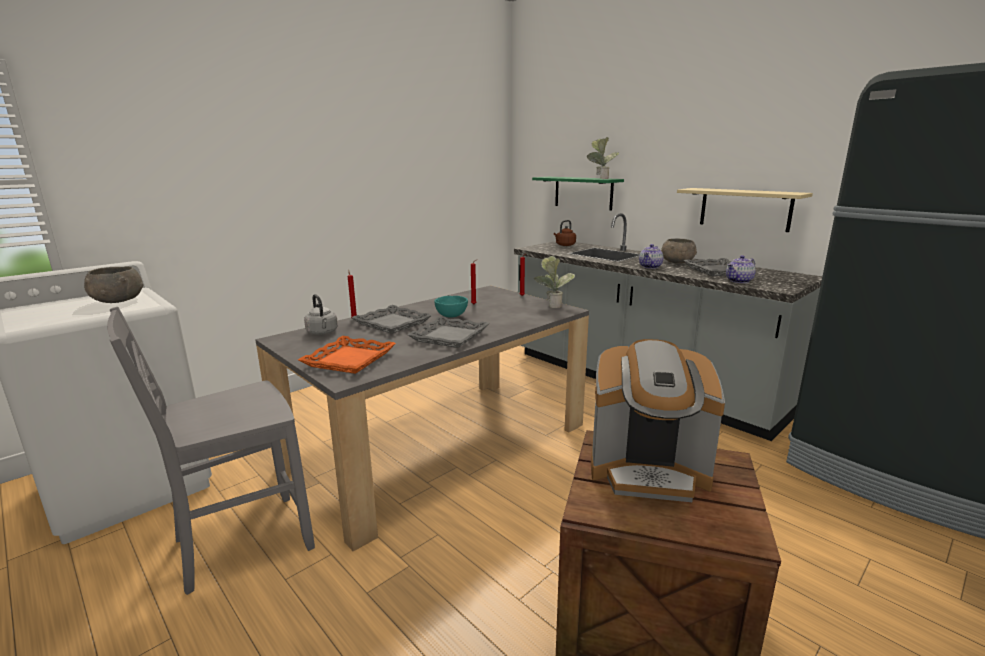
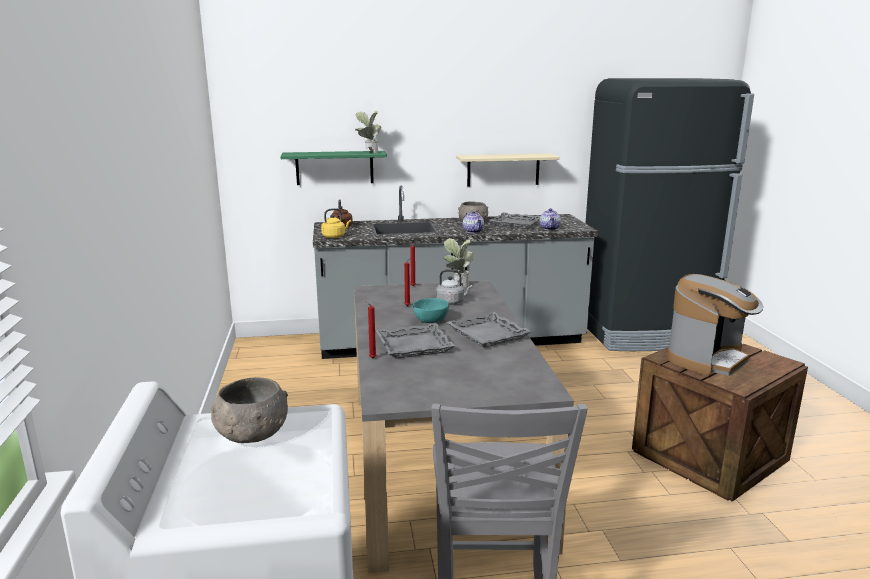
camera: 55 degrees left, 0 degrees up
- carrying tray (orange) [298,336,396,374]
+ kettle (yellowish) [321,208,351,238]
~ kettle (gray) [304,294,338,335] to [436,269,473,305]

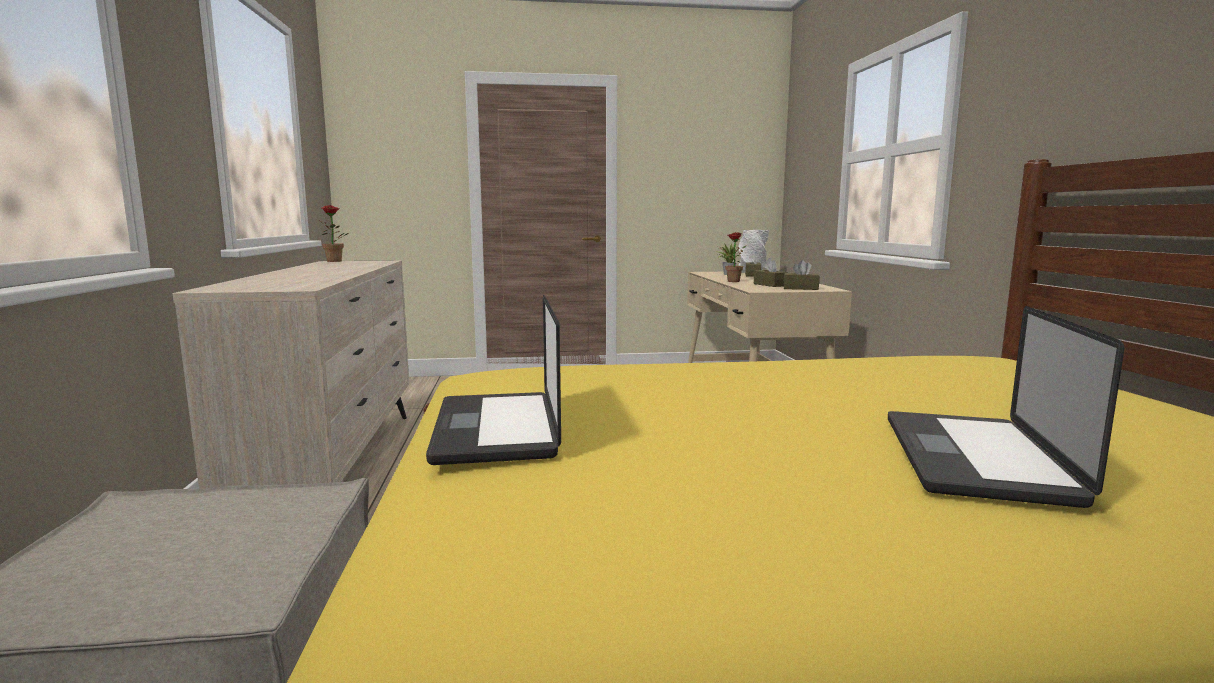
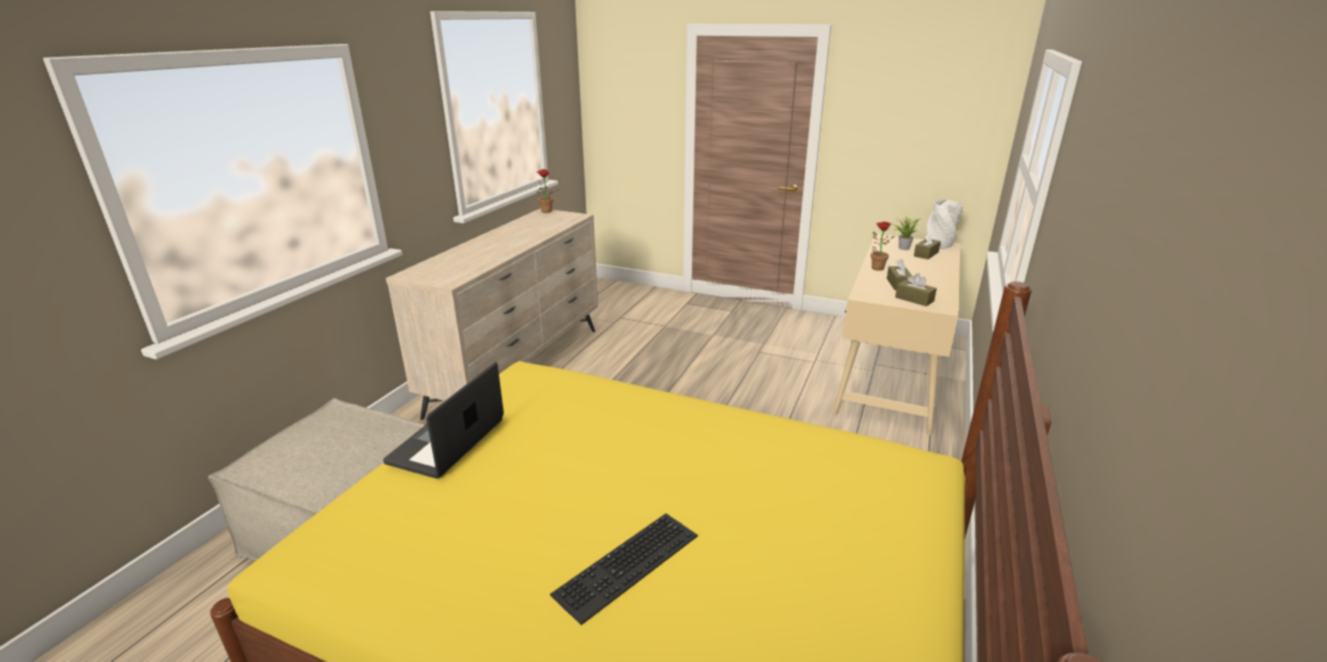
camera: 30 degrees right, 15 degrees up
~ notebook computer [888,306,1124,508] to computer keyboard [550,513,698,625]

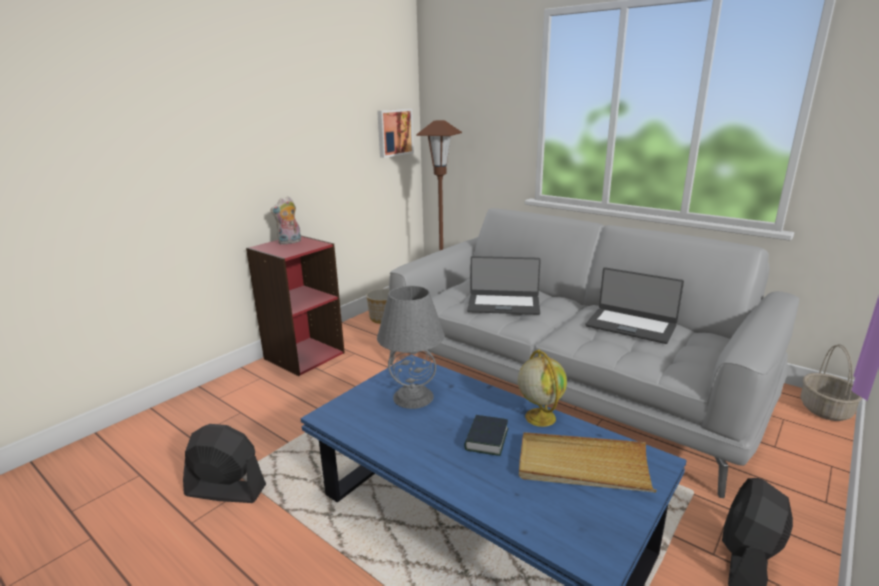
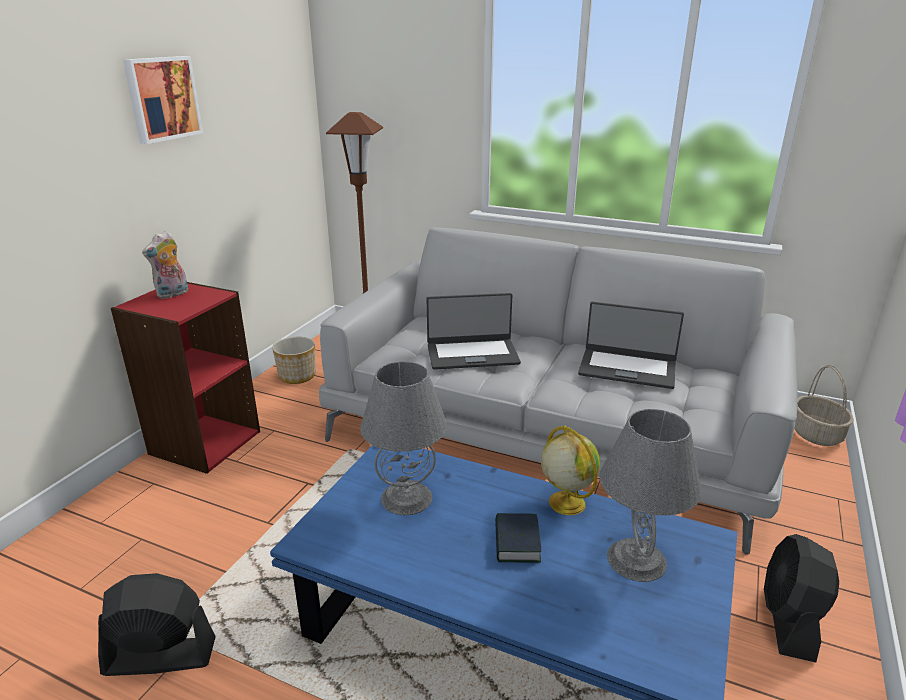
camera: 15 degrees left, 5 degrees up
~ picture [377,109,414,158] to [123,56,203,144]
~ carrying tray (beige-coloured) [519,432,657,492] to tabletop lamp (gray) [599,409,702,582]

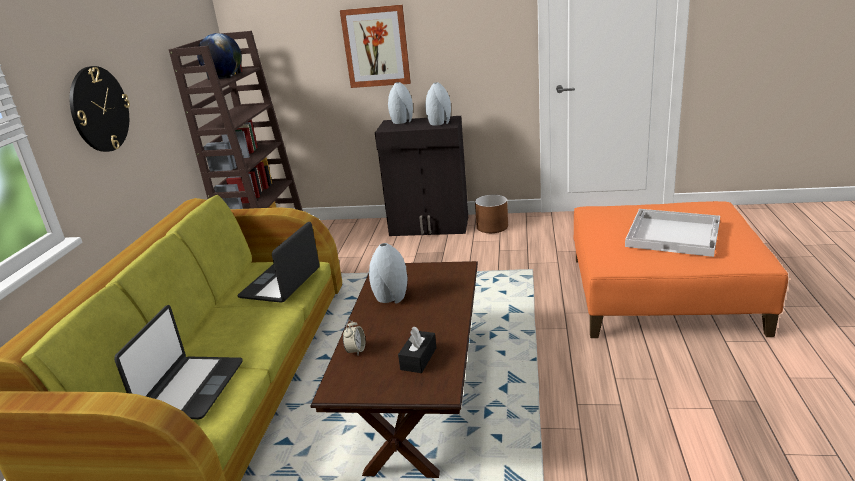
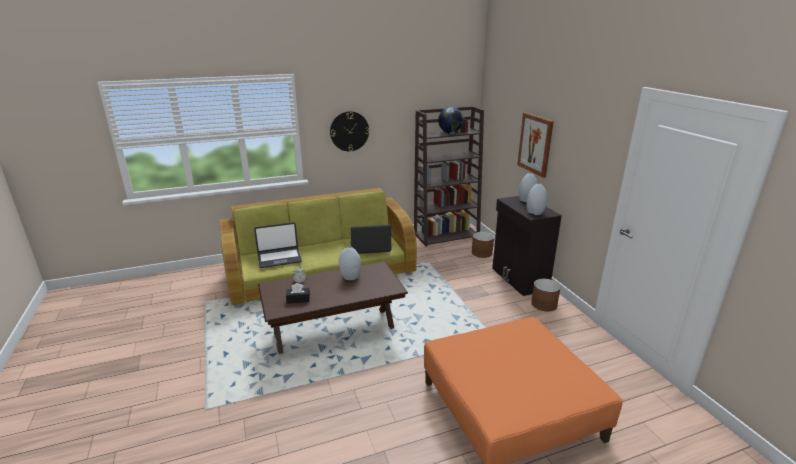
camera: 60 degrees right, 0 degrees up
- carrying tray (white-coloured) [625,209,720,257]
+ plant pot (brownish) [472,232,494,258]

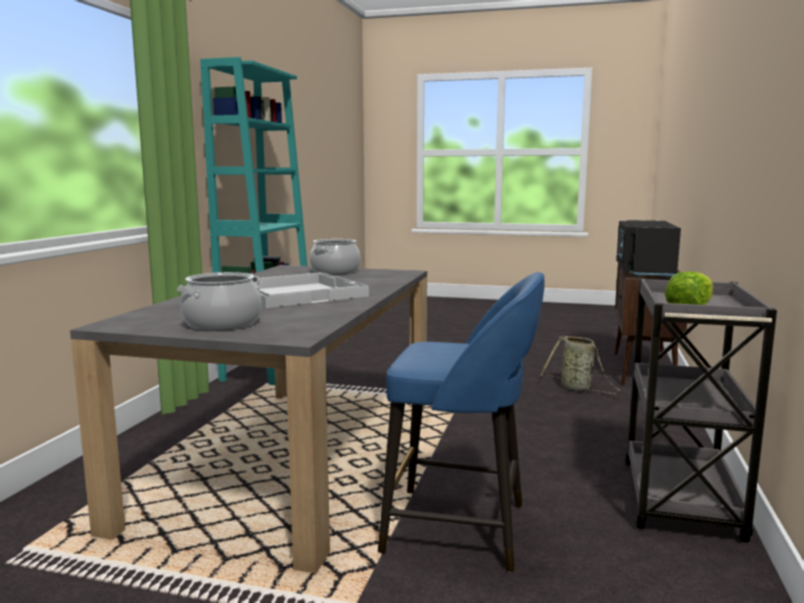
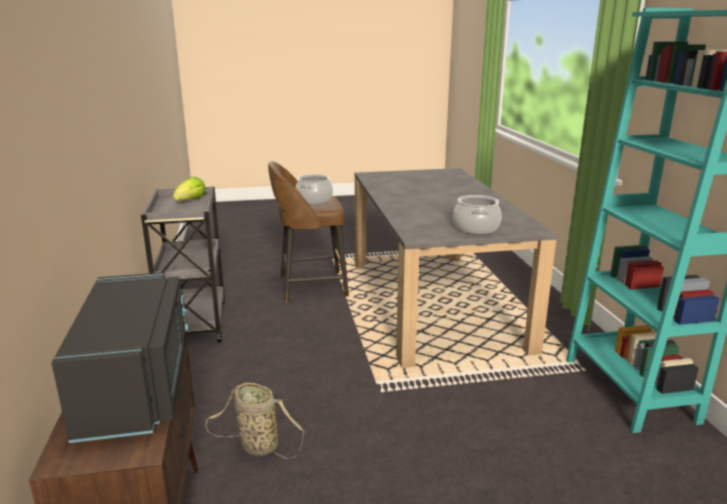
camera: 155 degrees right, 10 degrees up
- carrying tray (white-coloured) [254,272,369,308]
~ stockpot [177,272,261,331] to [295,174,333,204]
~ stool (blue) [378,272,545,573] to stool (brownish) [268,161,349,302]

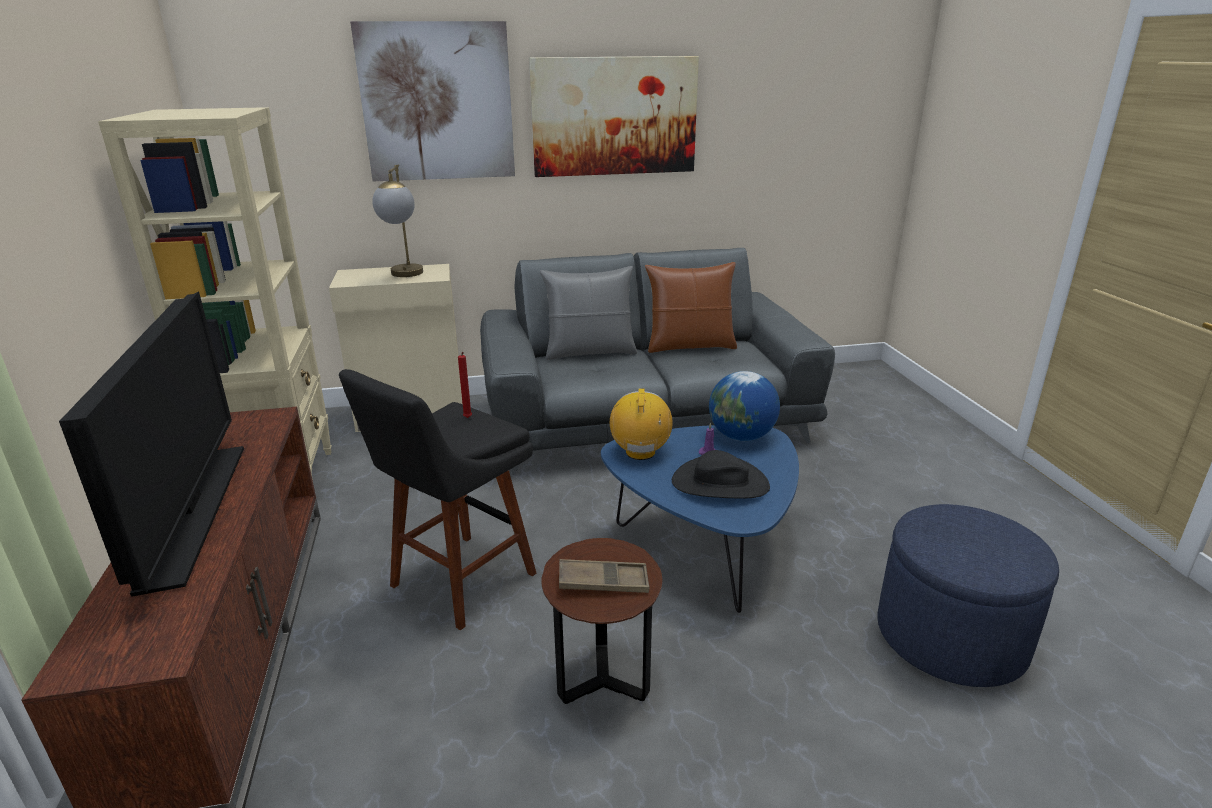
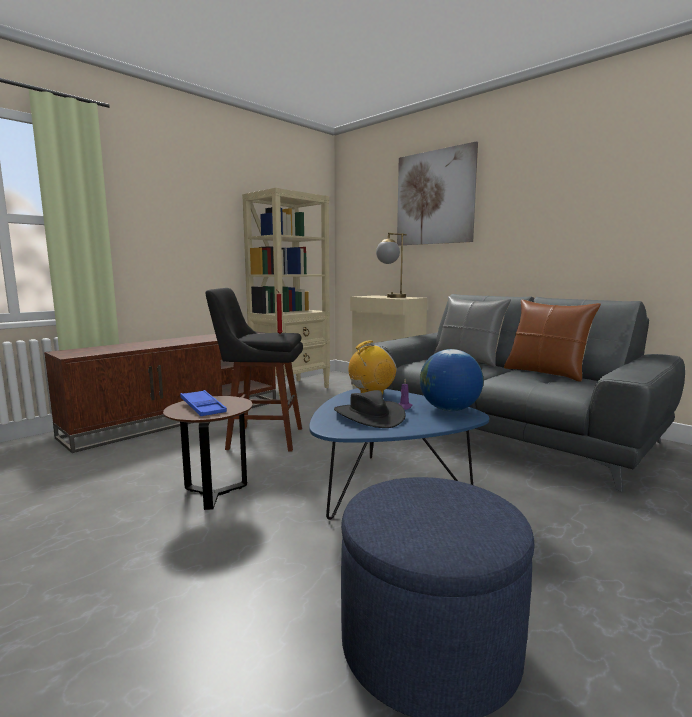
camera: 55 degrees right, 15 degrees down
- television [59,291,244,597]
- picture [529,56,699,177]
~ carrying tray (brownish) [559,559,650,593] to carrying tray (blue) [180,390,227,416]

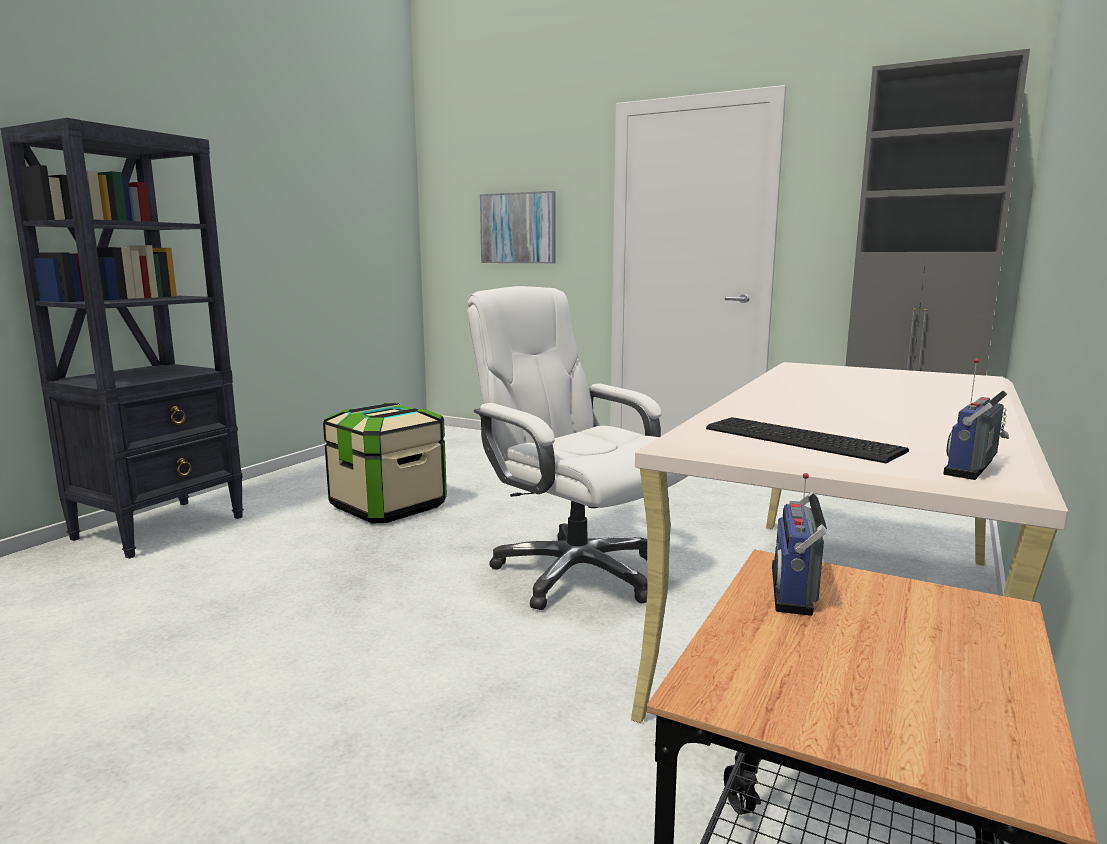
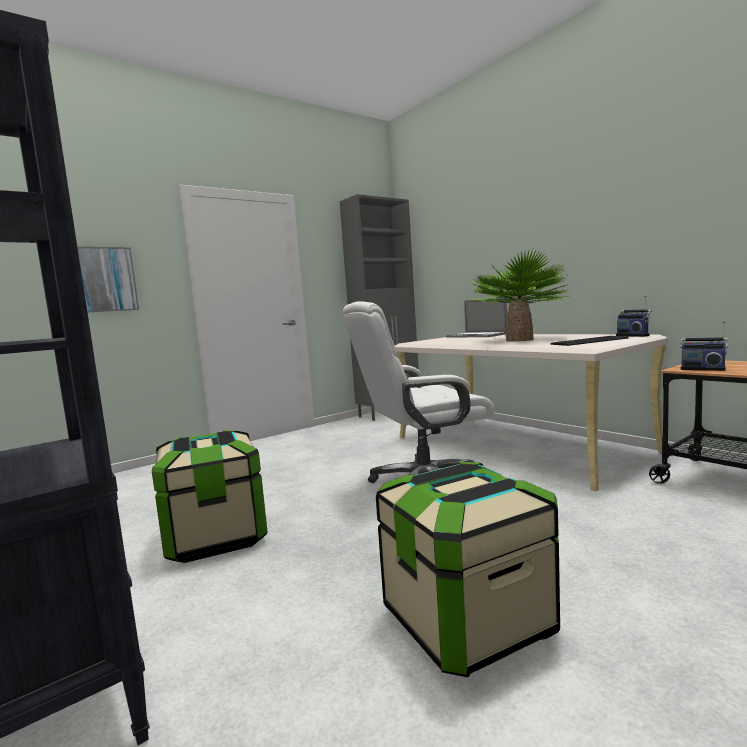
camera: 65 degrees left, 5 degrees down
+ storage container [376,462,560,677]
+ notebook computer [446,298,507,337]
+ potted plant [472,249,569,342]

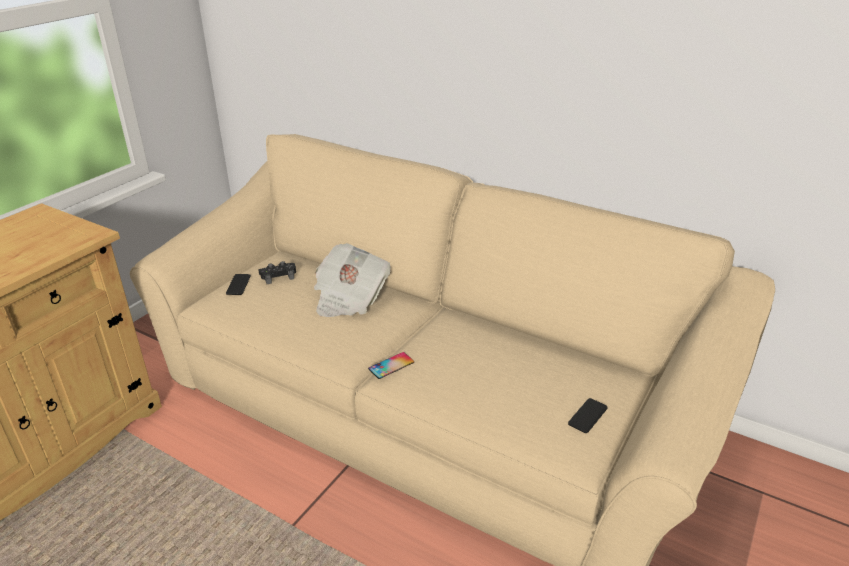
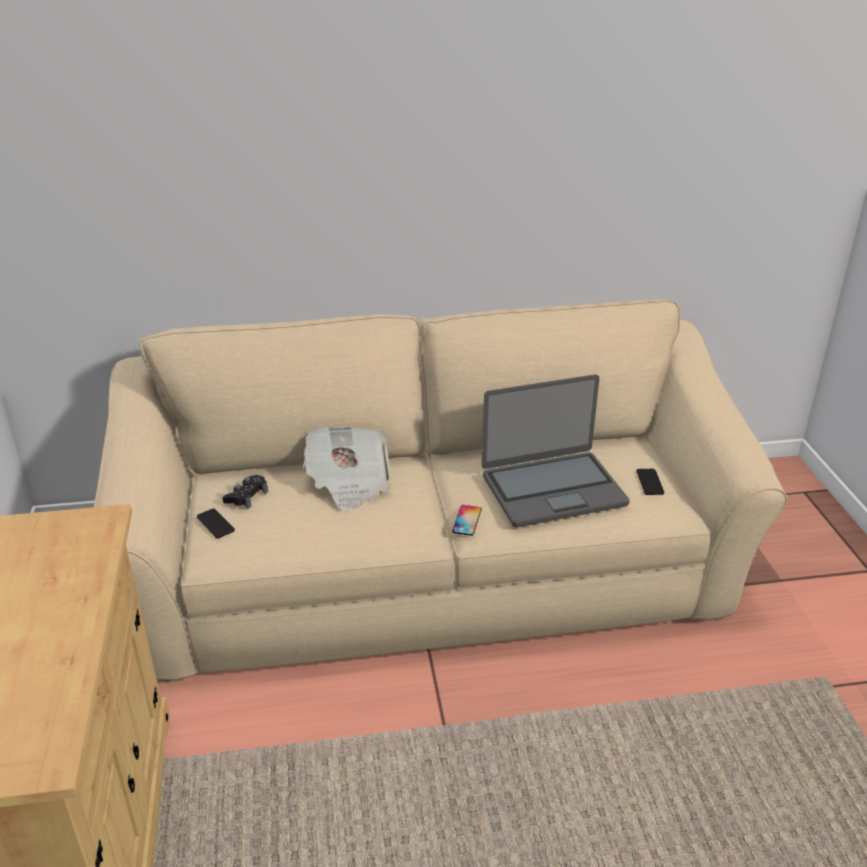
camera: 40 degrees left, 0 degrees up
+ notebook computer [482,374,630,527]

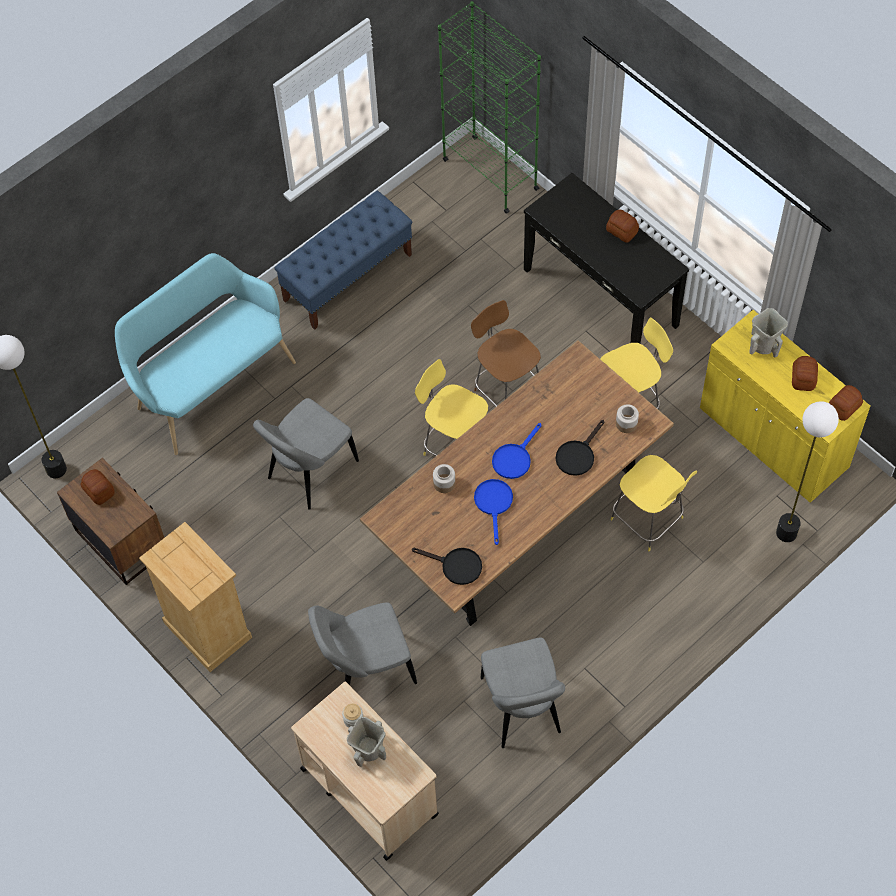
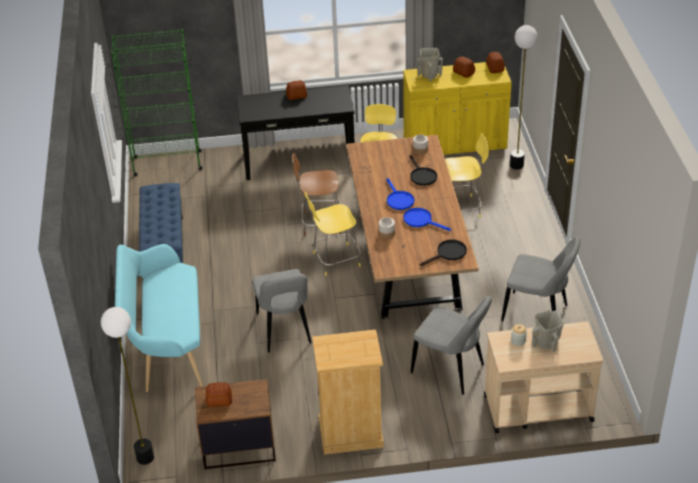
camera: 55 degrees left, 20 degrees down
~ plain chair (gray) [308,602,417,685] = [411,296,492,395] 75 degrees counterclockwise

